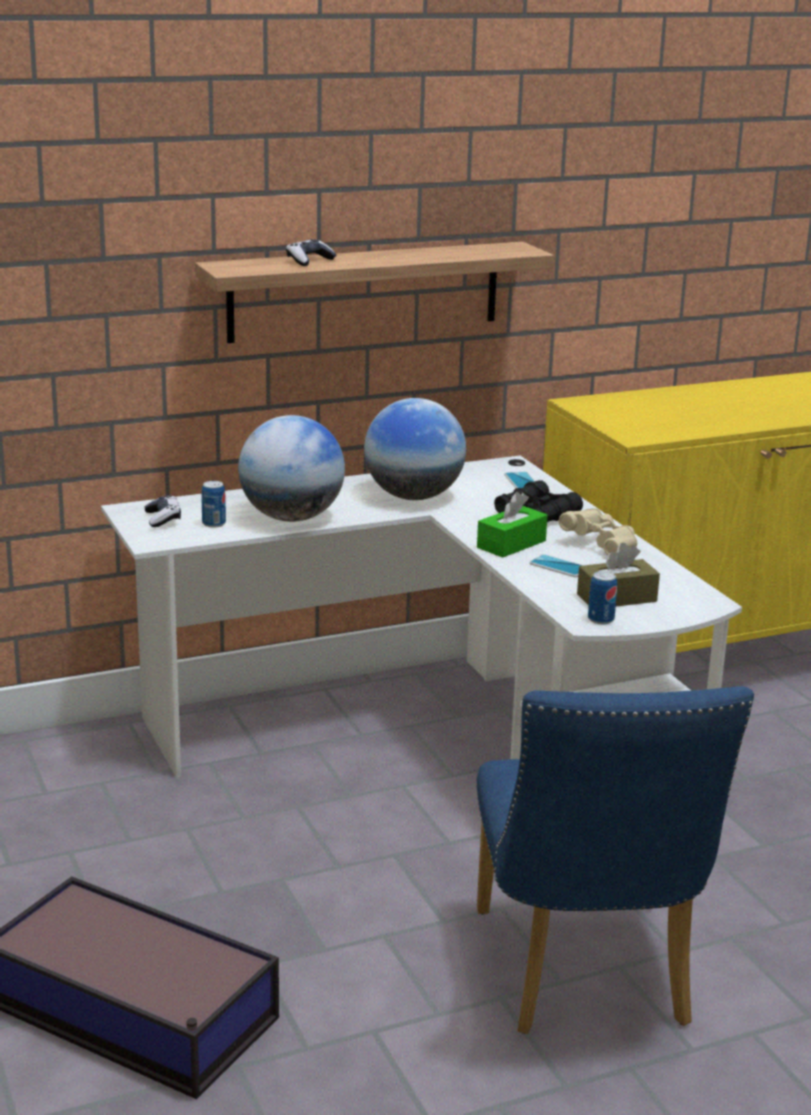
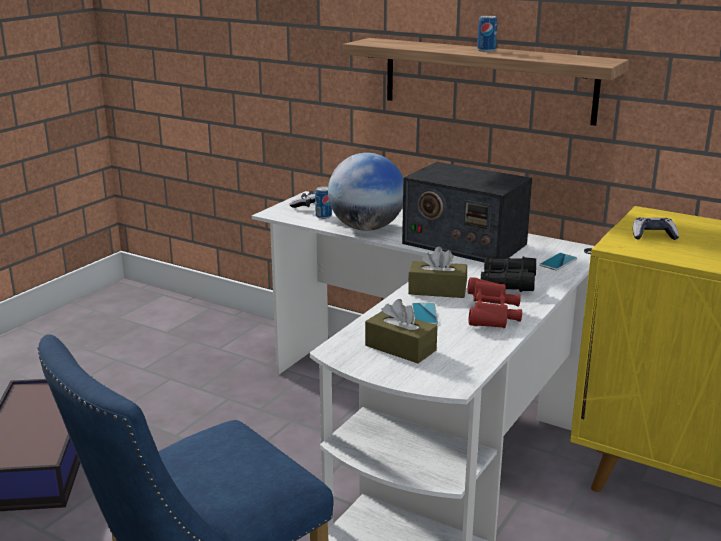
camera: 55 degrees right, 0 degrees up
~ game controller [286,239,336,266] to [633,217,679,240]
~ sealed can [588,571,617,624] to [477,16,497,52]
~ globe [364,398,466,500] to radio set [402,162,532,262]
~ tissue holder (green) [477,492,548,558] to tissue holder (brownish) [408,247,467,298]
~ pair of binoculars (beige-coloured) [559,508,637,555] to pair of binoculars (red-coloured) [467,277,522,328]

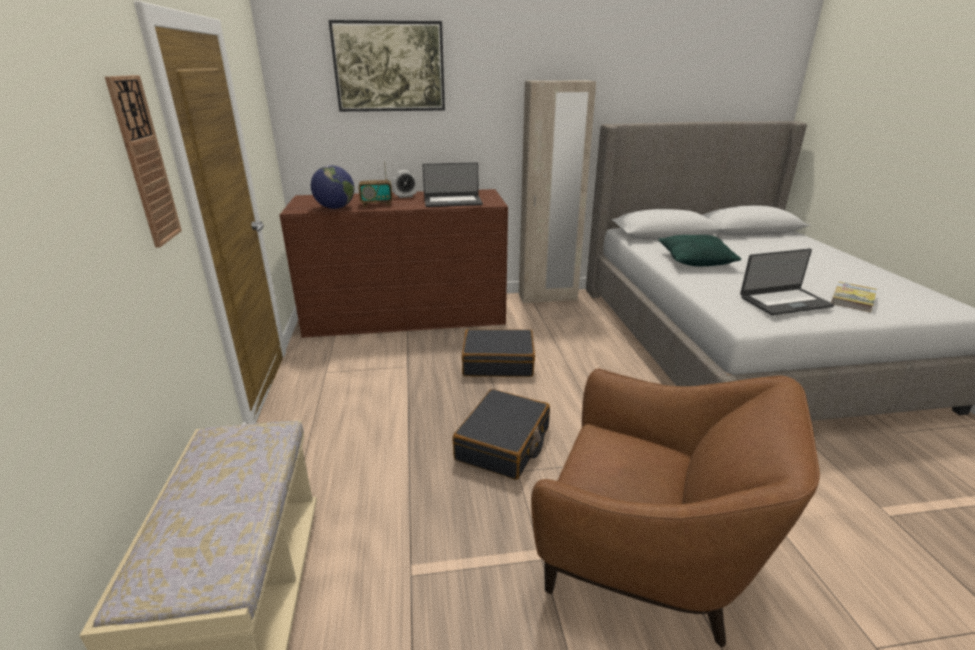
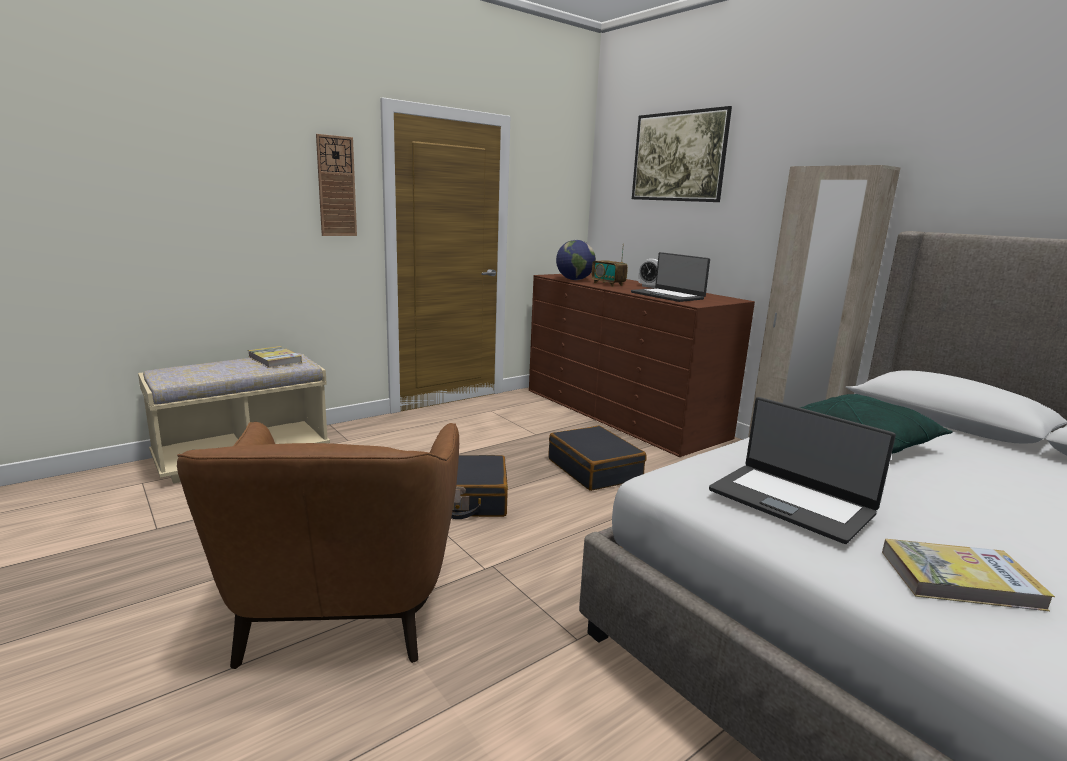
camera: 60 degrees right, 10 degrees down
+ bound book [248,346,302,368]

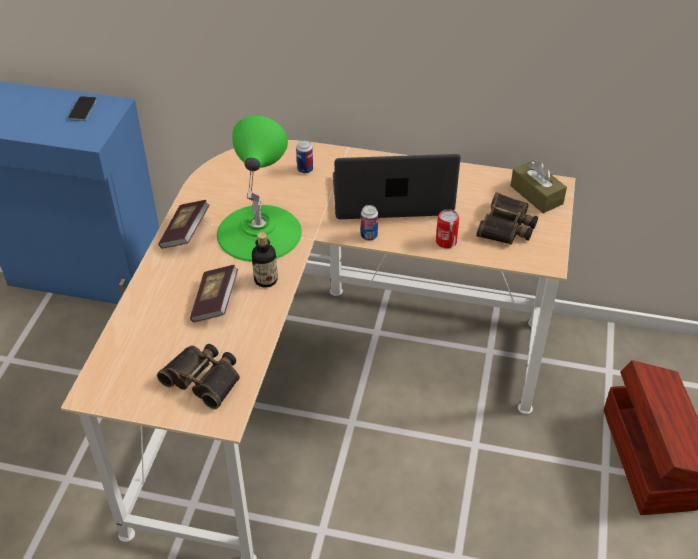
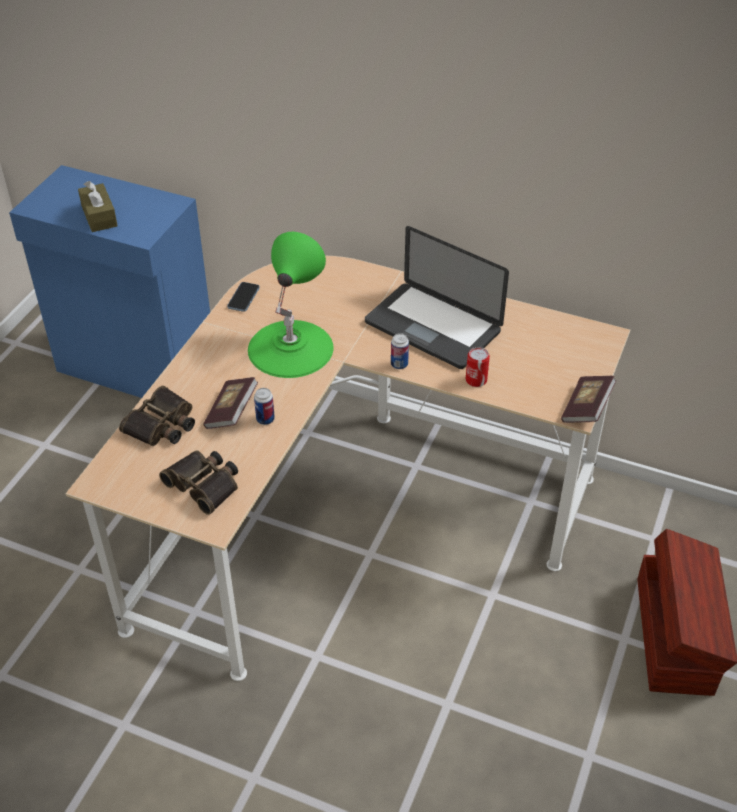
camera: 10 degrees right, 0 degrees up
- drink bottle [252,232,278,288]
~ telephone [68,96,97,121] to [227,282,260,312]
~ bound book [159,200,210,249] to [561,376,616,423]
~ sealed can [296,140,313,173] to [254,388,275,425]
~ pair of binoculars [476,192,538,245] to [119,386,195,446]
~ tissue holder (brownish) [511,160,567,213] to [78,181,118,232]
~ notebook computer [333,154,461,219] = [365,226,509,369] 150 degrees counterclockwise

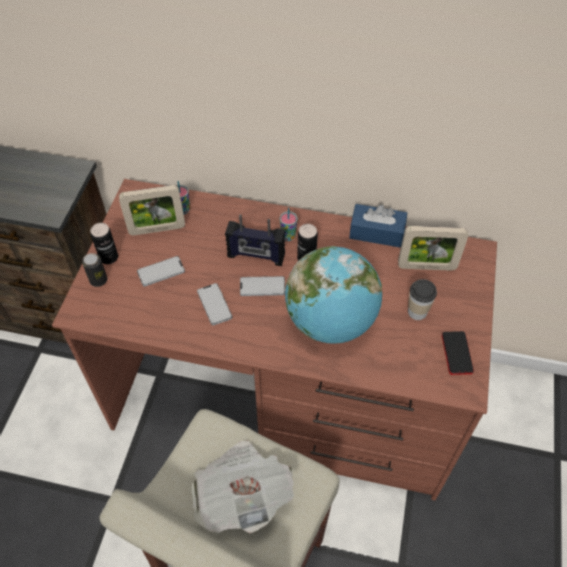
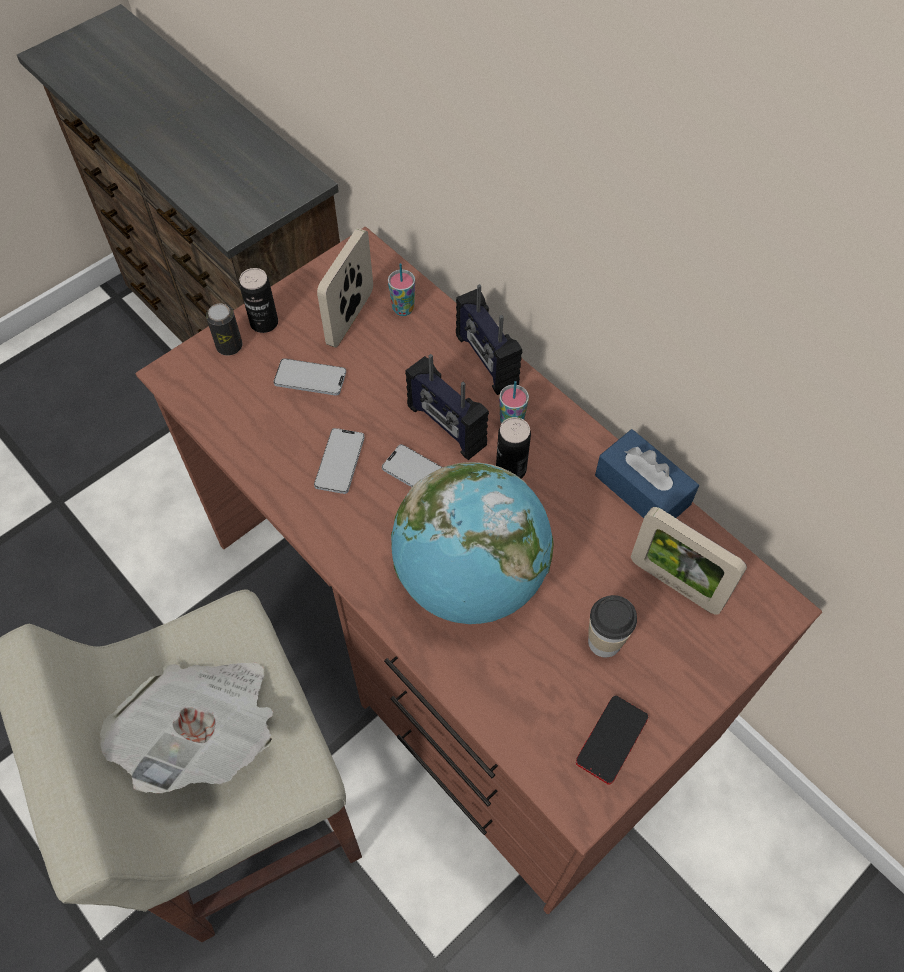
camera: 35 degrees right, 5 degrees up
+ radio set [456,284,522,395]
~ photo frame [119,185,185,235] = [317,228,373,348] 90 degrees clockwise

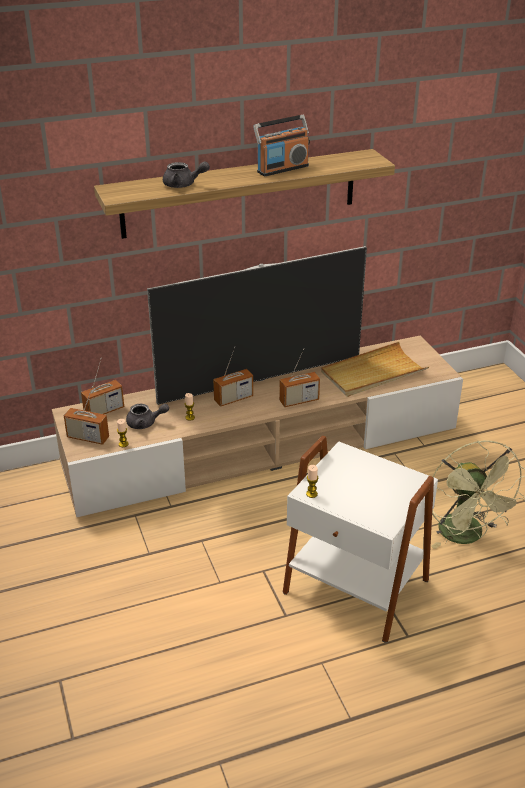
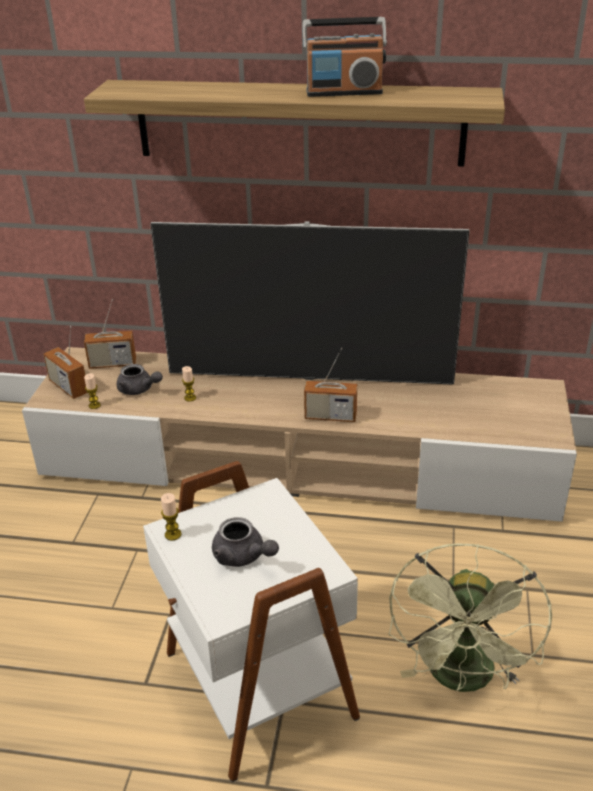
camera: 30 degrees right, 0 degrees up
- radio set [213,347,253,407]
- carrying tray (beige-coloured) [321,342,430,397]
~ tea pot (gray) [163,161,210,188] to [212,517,279,567]

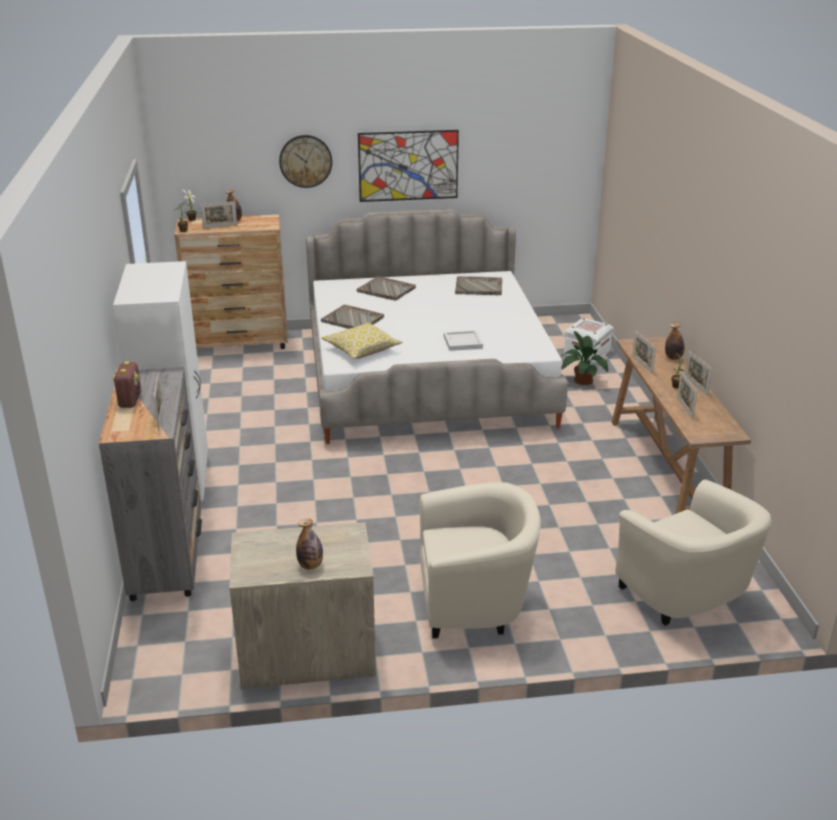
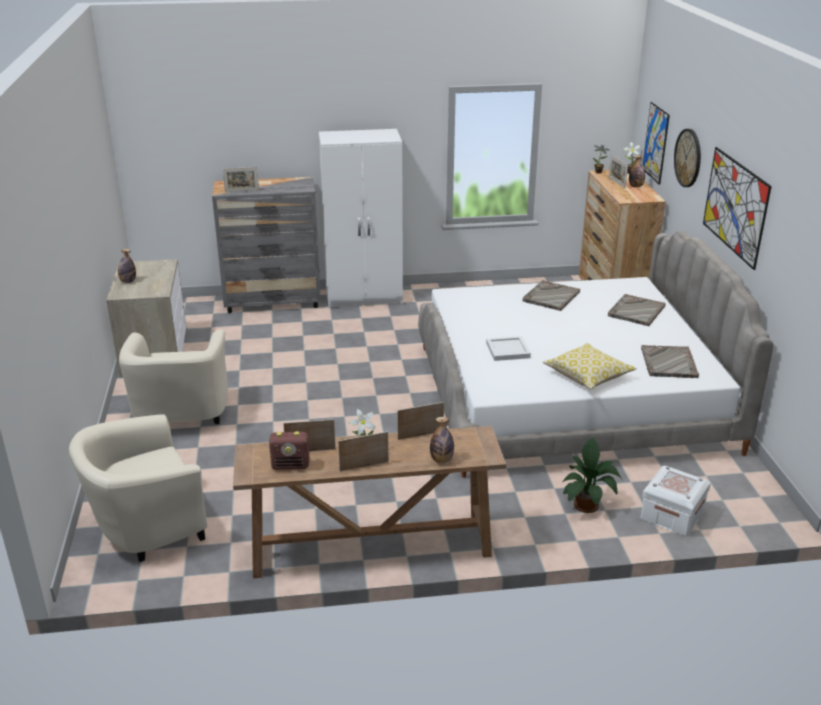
camera: 90 degrees right, 0 degrees up
+ picture [643,102,670,185]
~ radio set [112,361,141,408] to [269,431,310,470]
~ cushion [321,323,402,359] to [543,343,637,390]

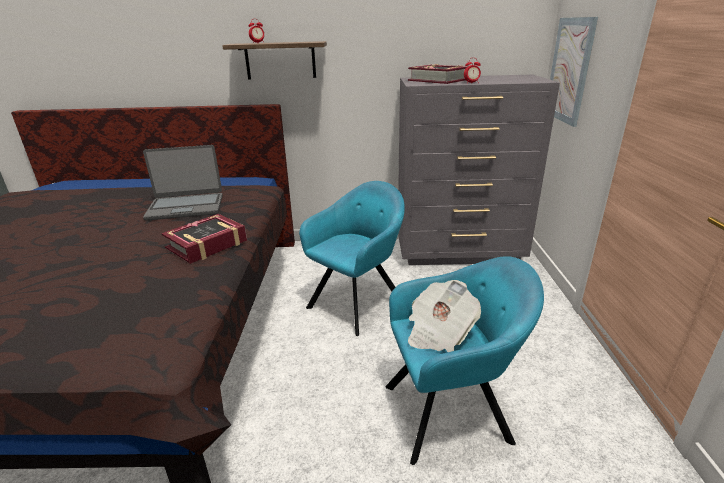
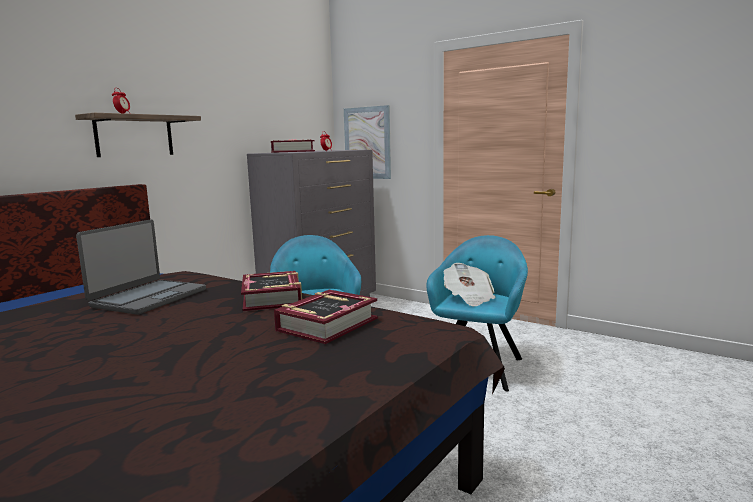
camera: 55 degrees left, 15 degrees down
+ bound book [274,290,378,344]

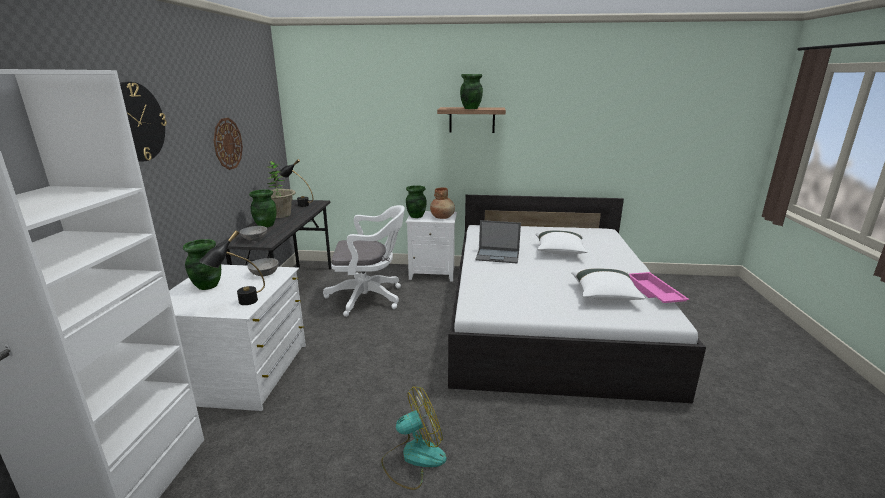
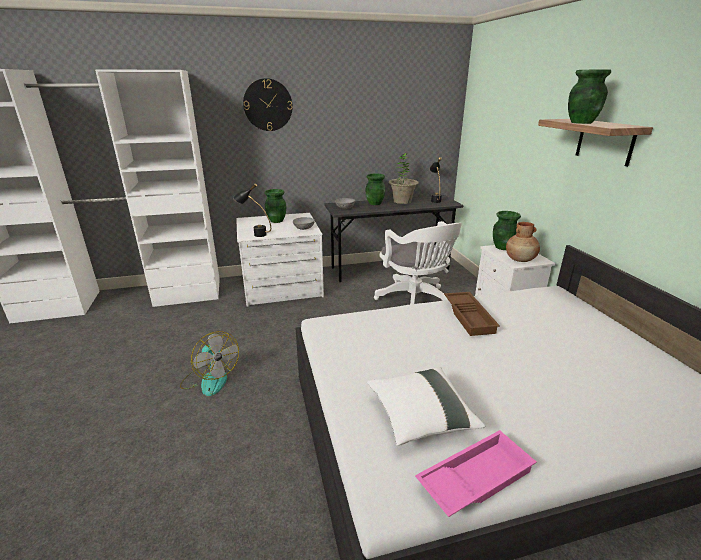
camera: 70 degrees right, 5 degrees up
- hanging clock [213,118,243,170]
- cushion (white-coloured) [536,230,587,255]
~ notebook computer [475,220,521,264] to carrying tray (brownish) [444,292,500,336]

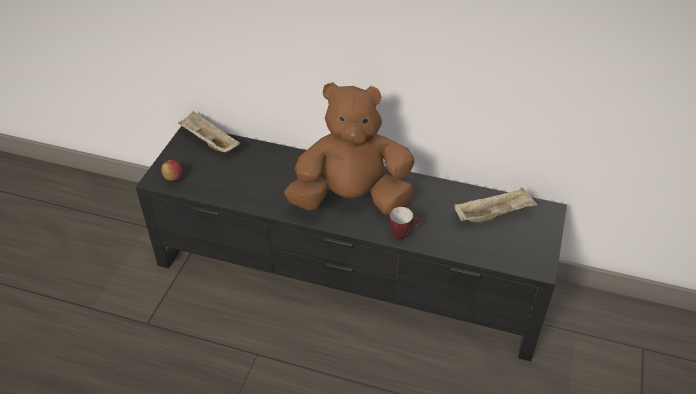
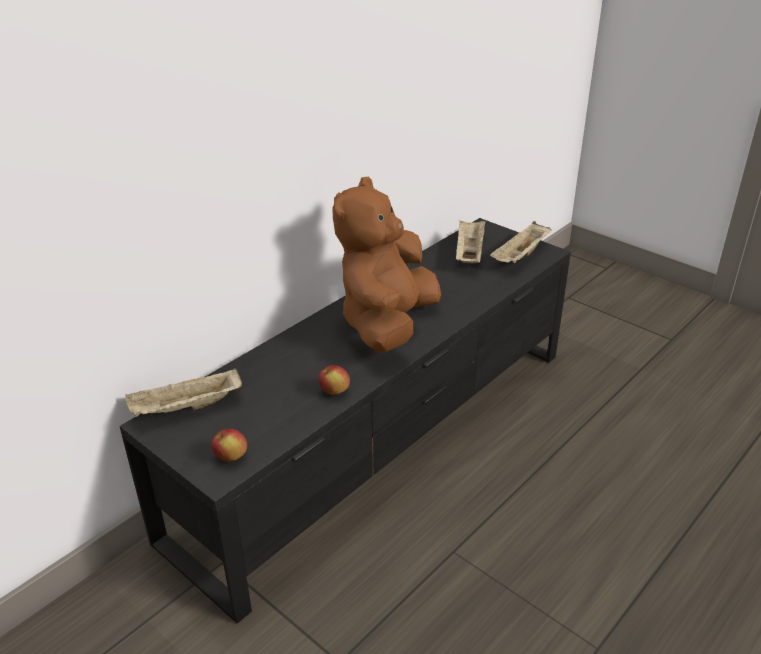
camera: 65 degrees left, 10 degrees down
- mug [389,207,419,239]
+ apple [318,365,350,395]
+ carrying tray (beige-coloured) [490,221,551,263]

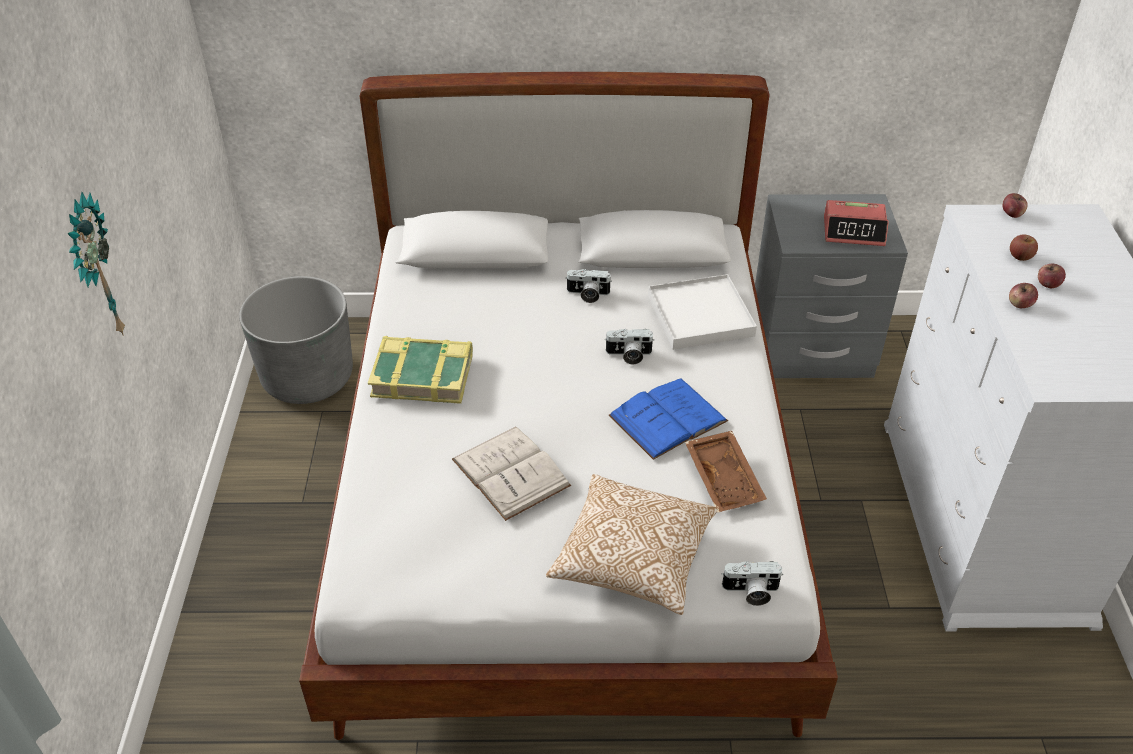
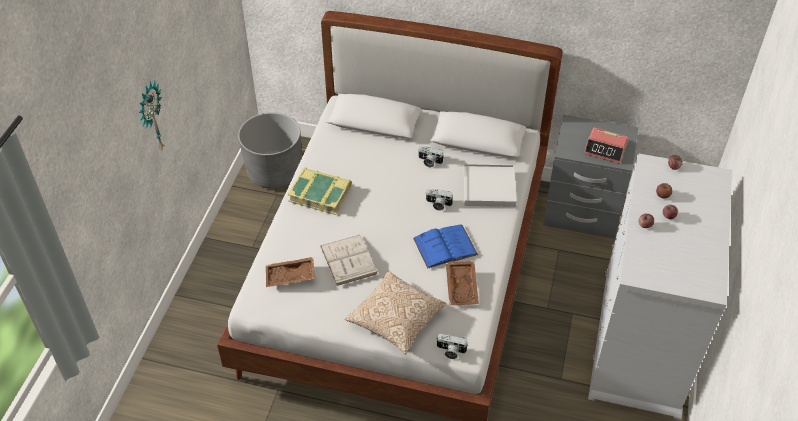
camera: 15 degrees right, 5 degrees up
+ carrying tray (brownish) [266,257,315,287]

